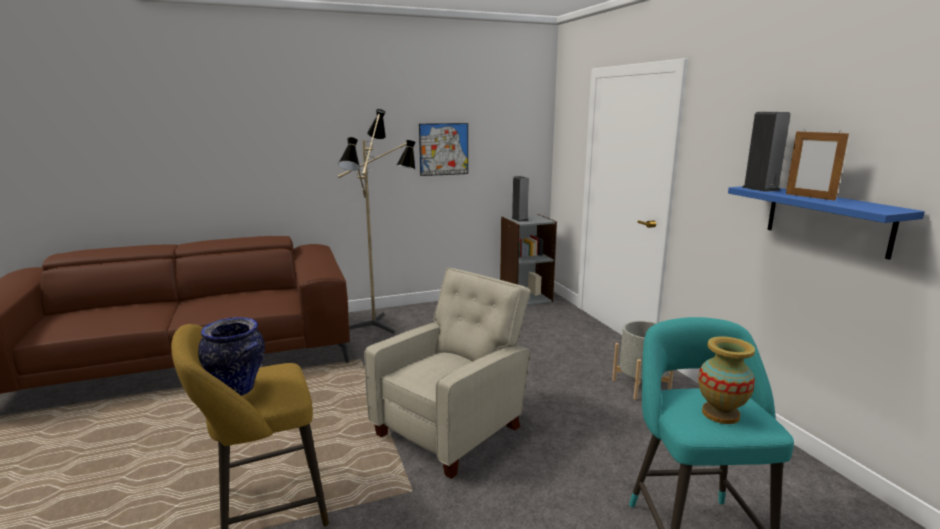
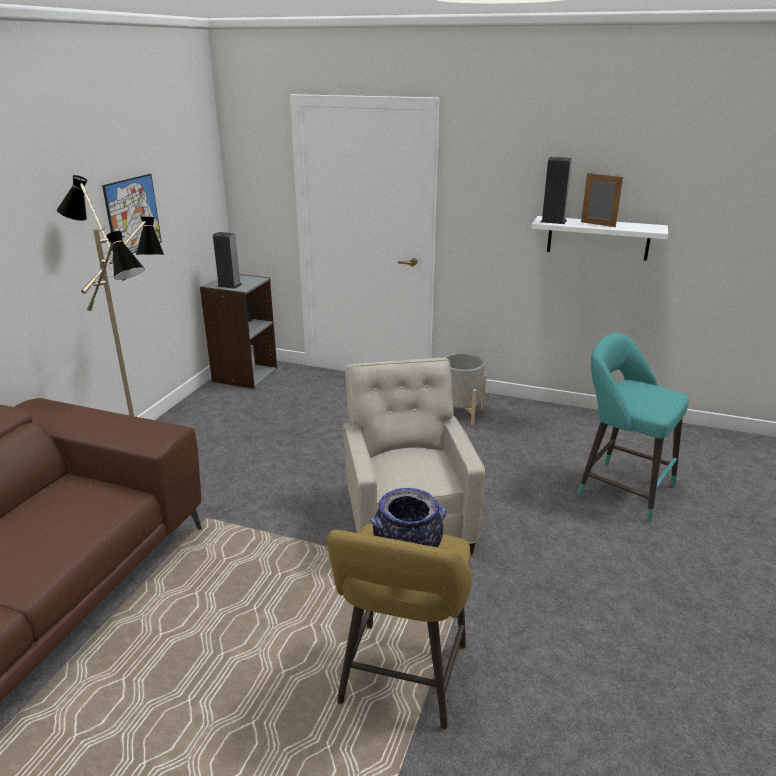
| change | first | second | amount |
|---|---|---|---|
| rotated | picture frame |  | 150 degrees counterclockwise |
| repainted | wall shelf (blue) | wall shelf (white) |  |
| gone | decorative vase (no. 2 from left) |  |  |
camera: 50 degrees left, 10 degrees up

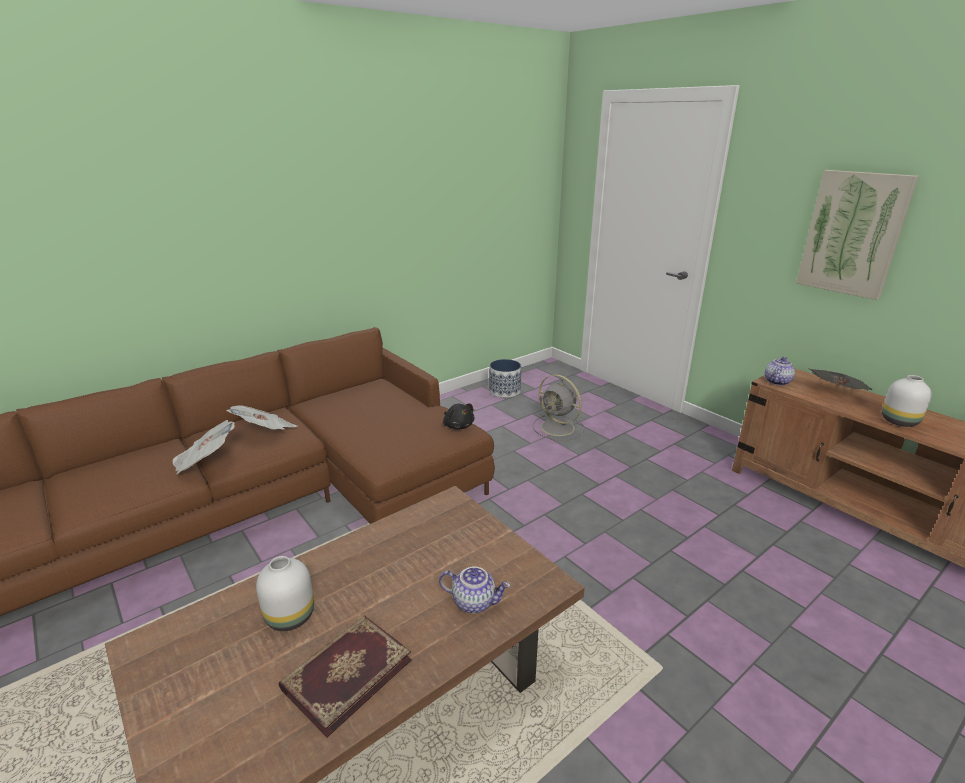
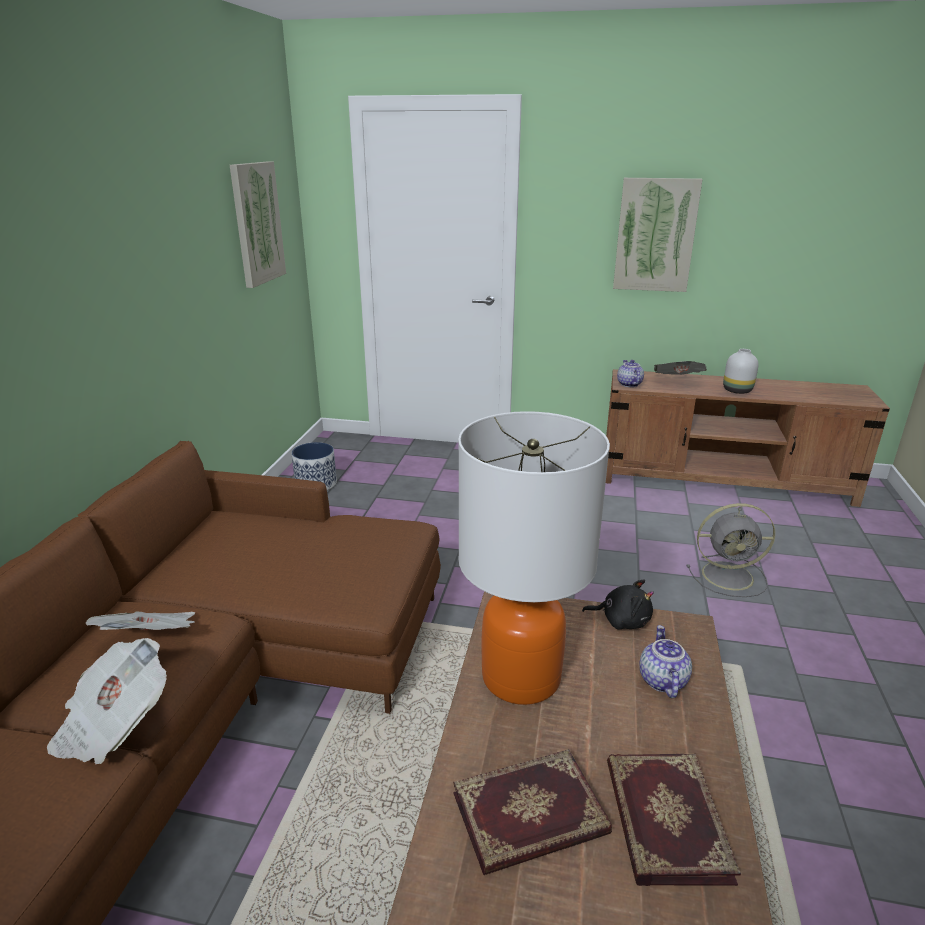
| change | first | second | amount |
|---|---|---|---|
| shifted | cooling fan (grey) |  |  |
| shifted | soft toy (black-coloured) |  |  |
| swapped | decorative vase (white) (no. 1 from left) | bound book (no. 1 from left) |  |
| rotated | tea pot (no. 1 from left in the first image) | tea pot (no. 2 from left) | 60 degrees counterclockwise |
| new |  | picture (no. 1 from left) |  |
| new |  | lamp for a table |  |
camera: 40 degrees left, 0 degrees up

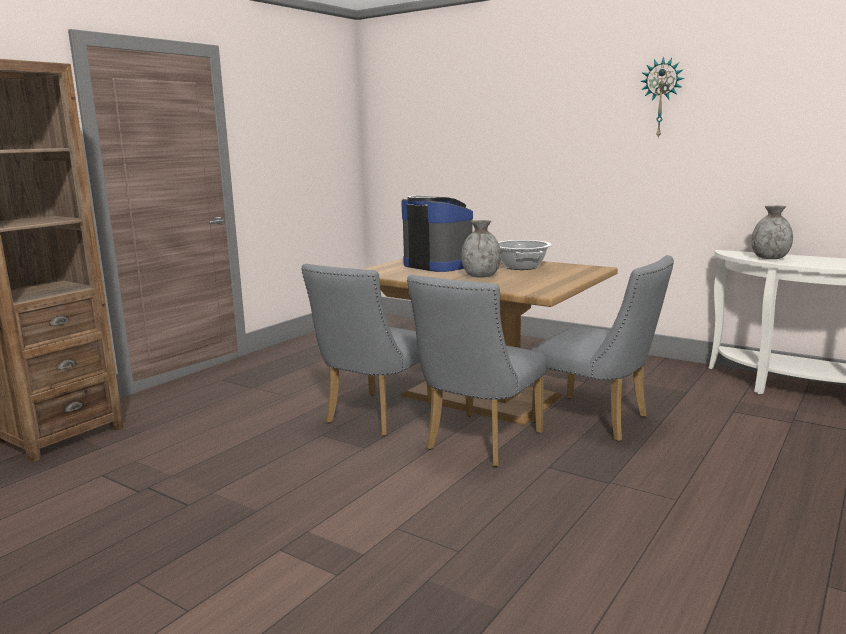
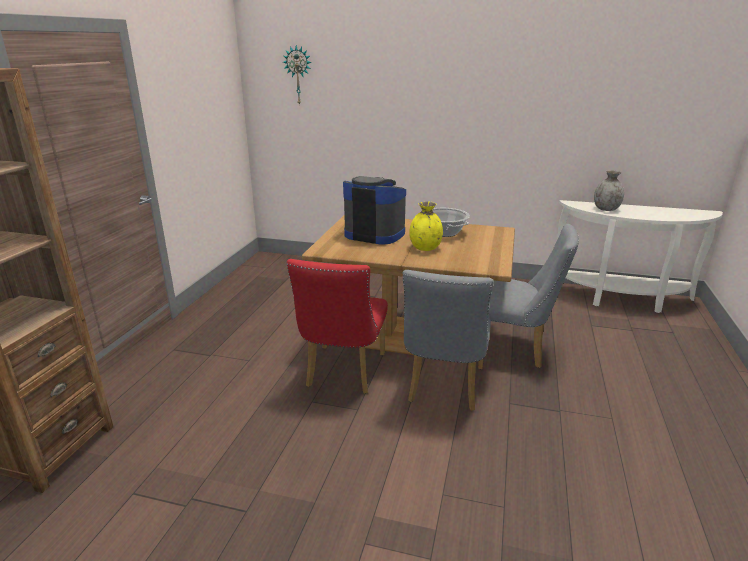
| change | first | second | amount |
|---|---|---|---|
| shifted | wall clock |  |  |
| repainted | decorative vase (grey) (no. 1 from left) | decorative vase (yellow-coloured) |  |
| repainted | chair (grey) (no. 1 from left) | chair (reddish) |  |
camera: 20 degrees left, 10 degrees up

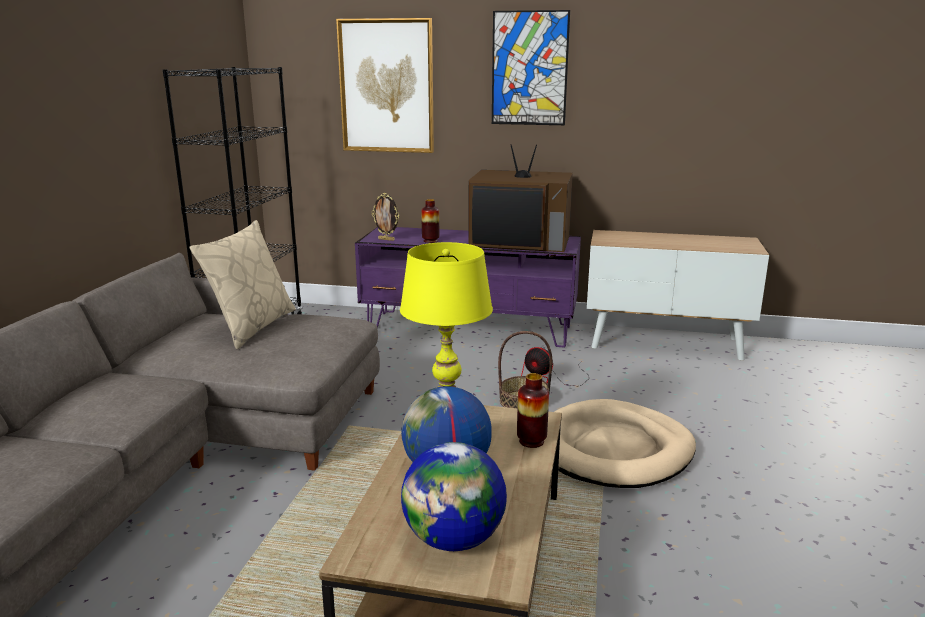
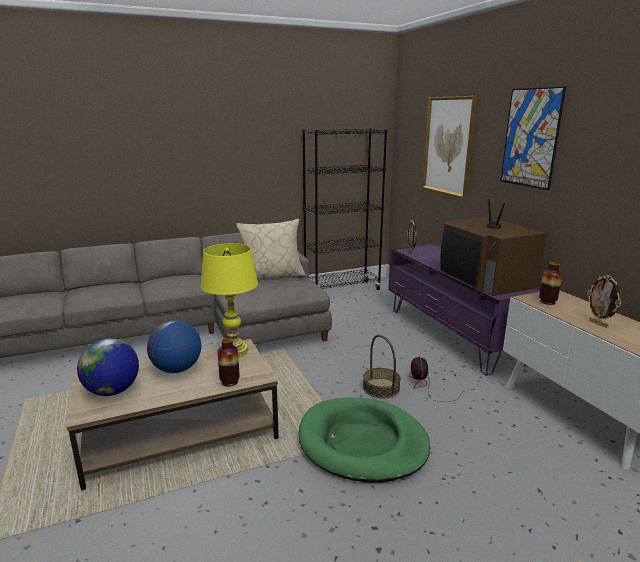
| change | first | second | amount |
|---|---|---|---|
| shifted | decorative vase (no. 1 from left in the first image) | decorative vase (no. 2 from left) |  |
| repainted | dog bed (beige-coloured) | dog bed (green-coloured) |  |
| new |  | picture frame (no. 2 from left) |  |
camera: 55 degrees right, 0 degrees up

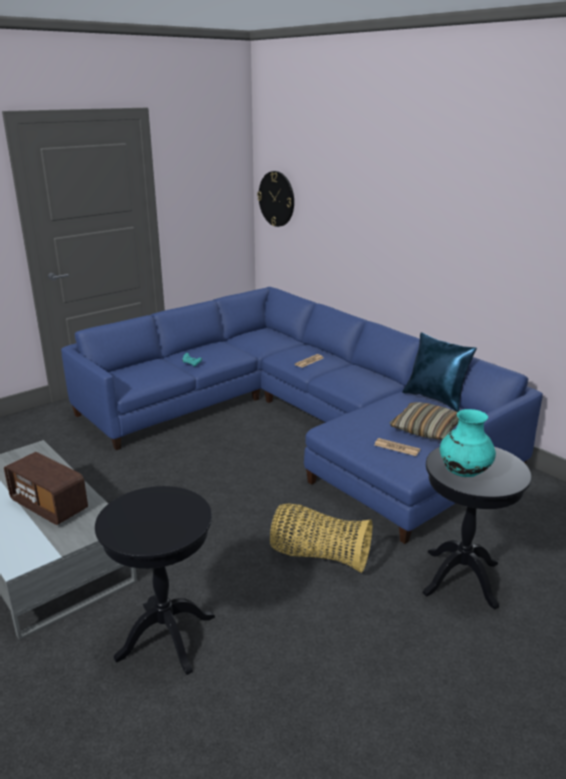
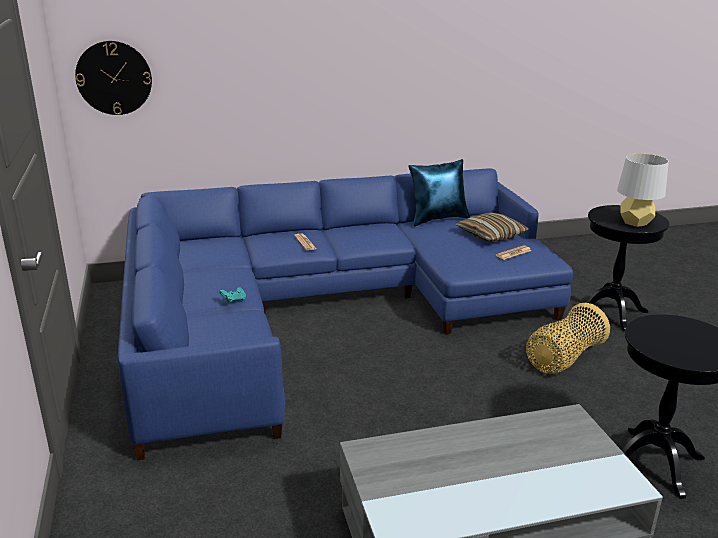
| change | first | second | amount |
|---|---|---|---|
| swapped | decorative vase (turquoise) | lamp for a table (grey) |  |
| gone | radio |  |  |
camera: 65 degrees left, 0 degrees up

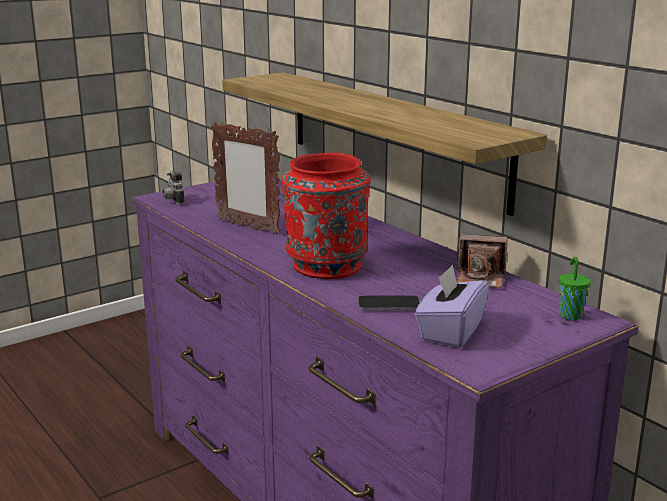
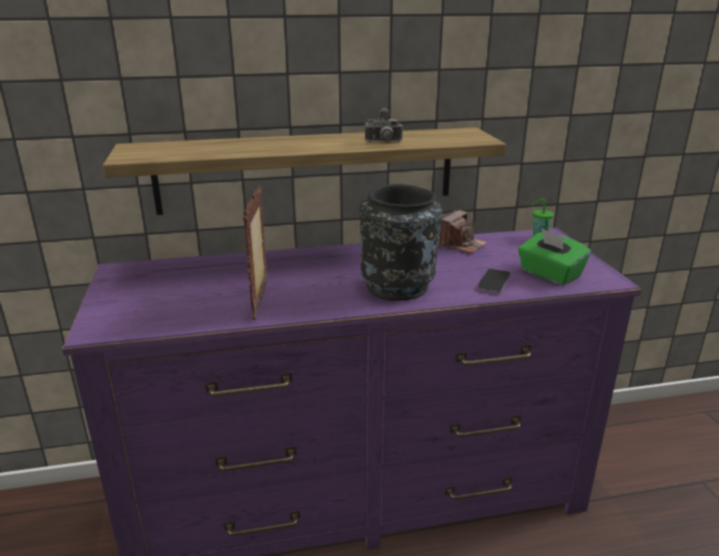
| change | first | second | amount |
|---|---|---|---|
| rotated | picture frame |  | 120 degrees clockwise |
| repainted | decorative vase (reddish) | decorative vase (black-coloured) |  |
| shifted | photo camera (no. 1 from left) |  |  |
| repainted | tissue holder (purplish) | tissue holder (green-coloured) |  |
camera: 65 degrees left, 5 degrees up

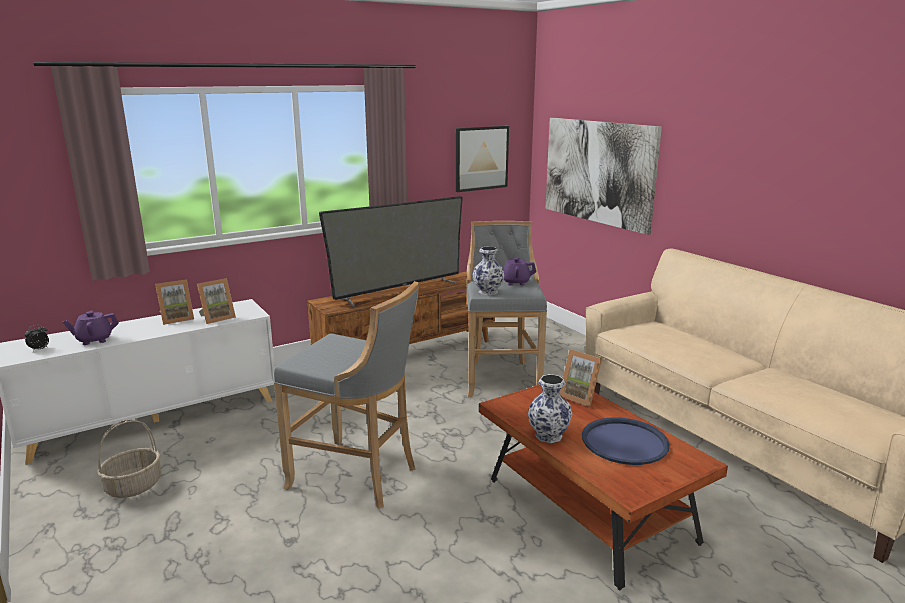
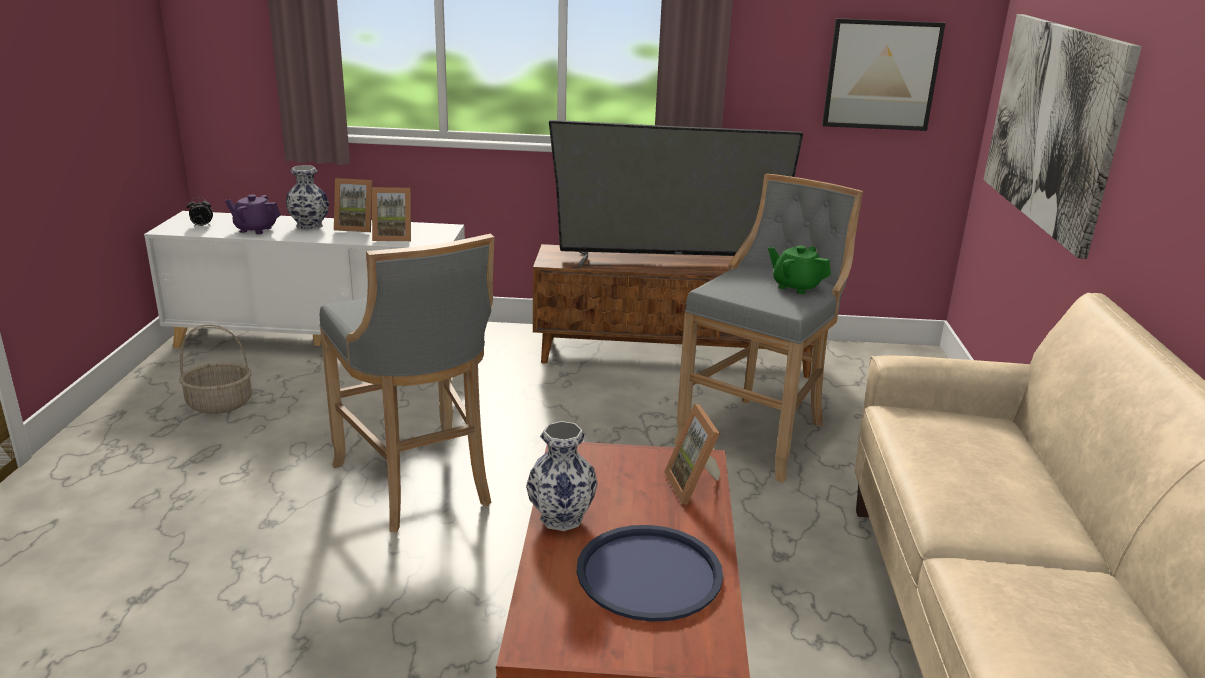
| change | first | second | amount |
|---|---|---|---|
| shifted | decorative vase (no. 1 from left) |  |  |
| repainted | tea pot (purplish) (no. 2 from left) | tea pot (green-coloured) |  |
camera: 35 degrees right, 5 degrees up

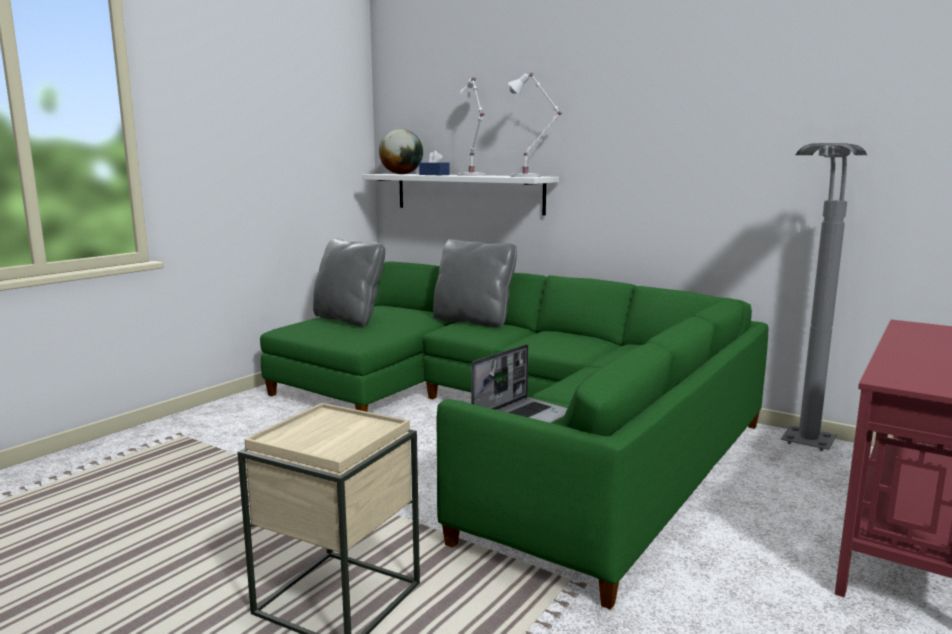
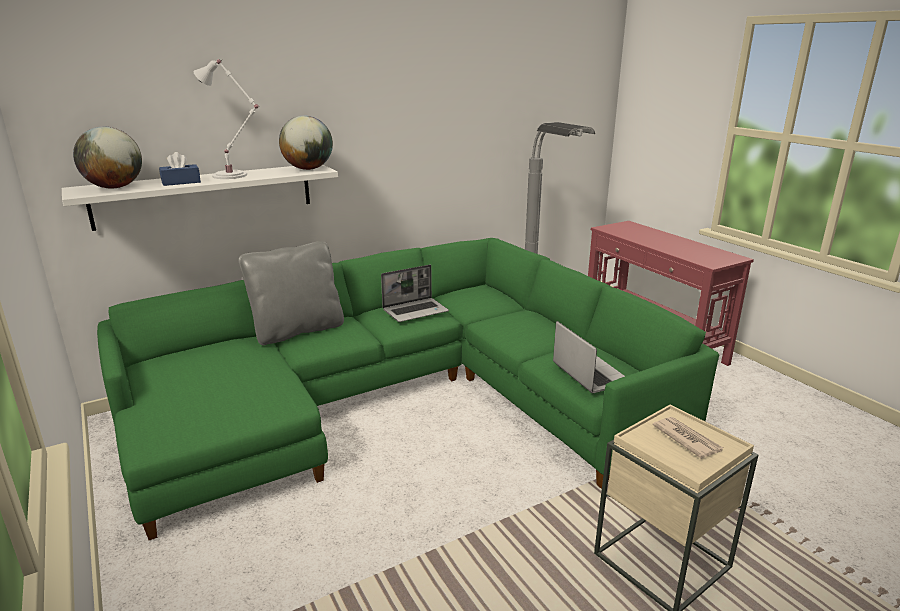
| change | first | second | amount |
|---|---|---|---|
| swapped | lamp for a table (white) (no. 2 from left) | world globe (no. 2 from left) |  |
| gone | throw pillow (grey) (no. 1 from left) |  |  |
| new |  | laptop (no. 1 from left) |  |
| new |  | daily paper |  |
camera: 65 degrees left, 10 degrees up

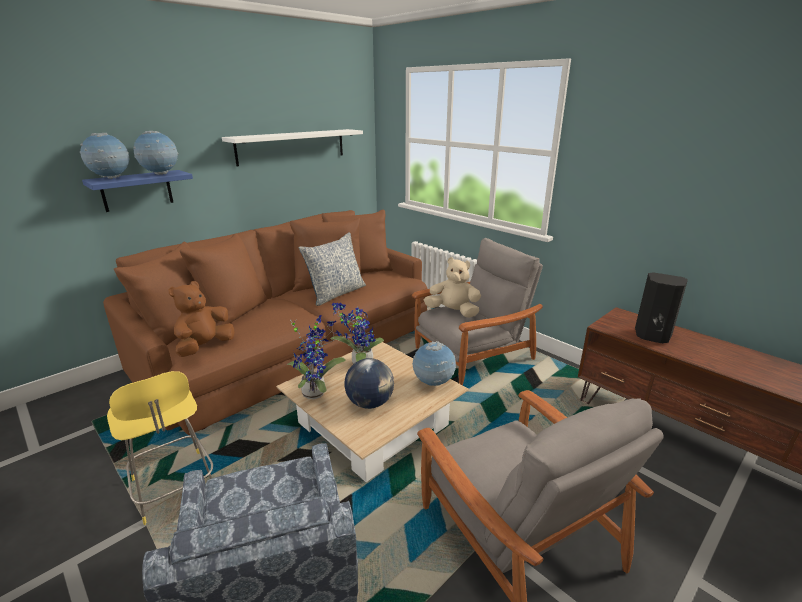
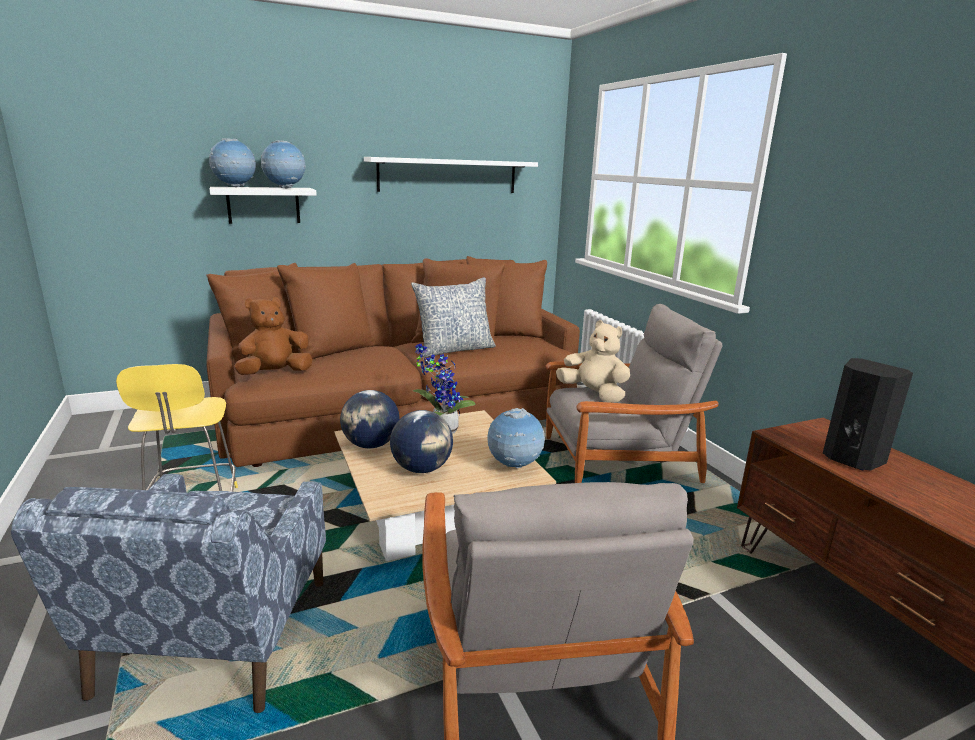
| change | first | second | amount |
|---|---|---|---|
| repainted | wall shelf (blue) | wall shelf (white) (no. 1 from left) |  |
| swapped | potted plant (no. 1 from left) | world globe (no. 3 from left) |  |
camera: 20 degrees right, 5 degrees down

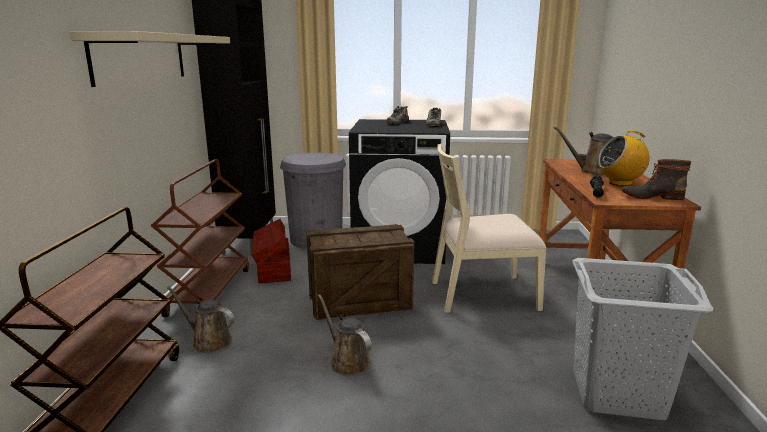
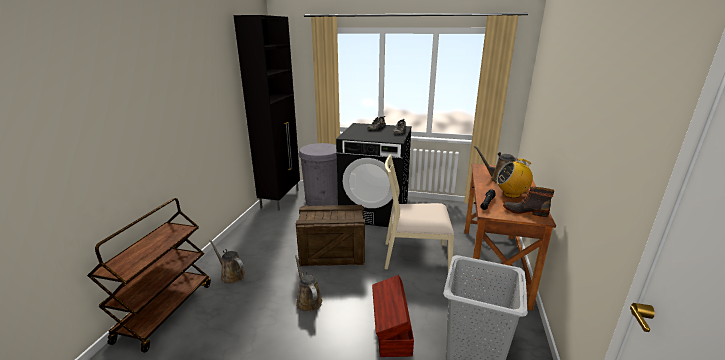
| change | first | second | amount |
|---|---|---|---|
| gone | wall shelf (beige-coloured) |  |  |
| gone | trolley (brownish) (no. 2 from left) |  |  |
| shifted | storage box (brownish) |  |  |
camera: 10 degrees right, 5 degrees up

